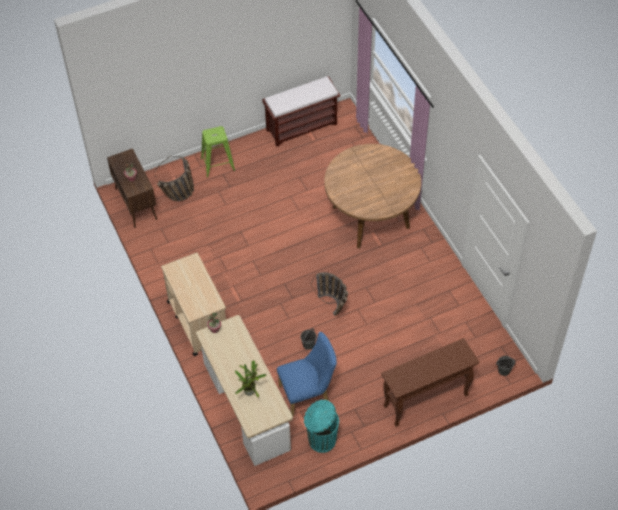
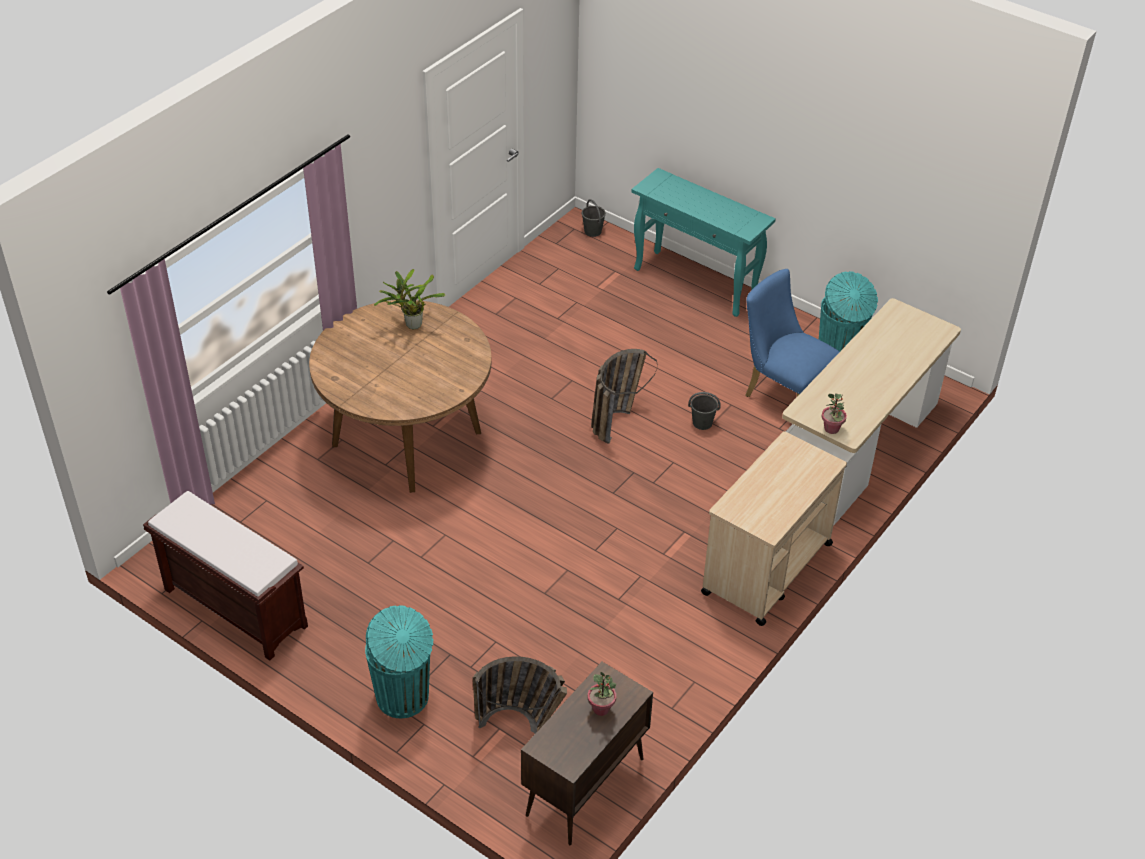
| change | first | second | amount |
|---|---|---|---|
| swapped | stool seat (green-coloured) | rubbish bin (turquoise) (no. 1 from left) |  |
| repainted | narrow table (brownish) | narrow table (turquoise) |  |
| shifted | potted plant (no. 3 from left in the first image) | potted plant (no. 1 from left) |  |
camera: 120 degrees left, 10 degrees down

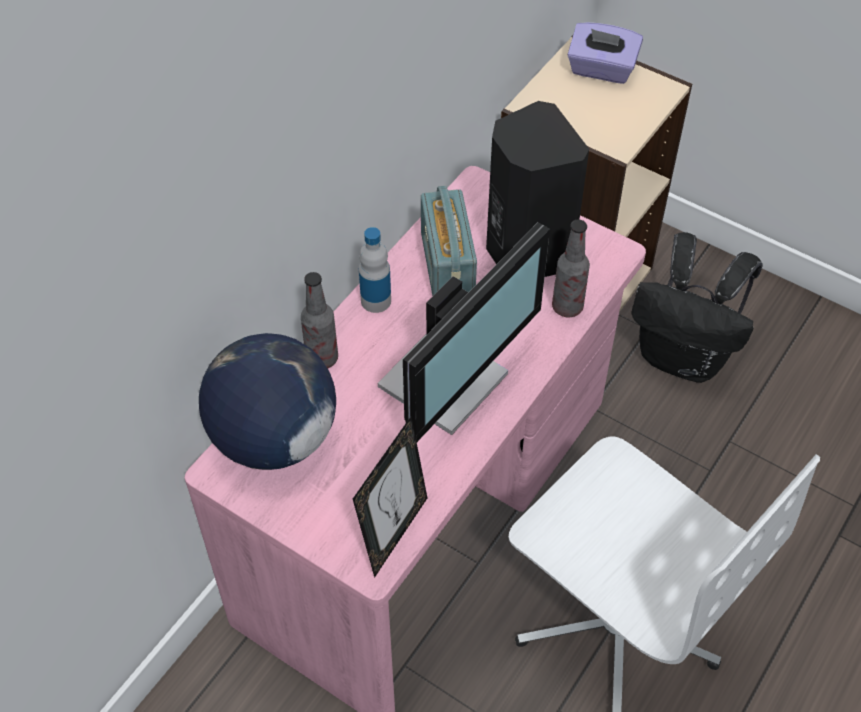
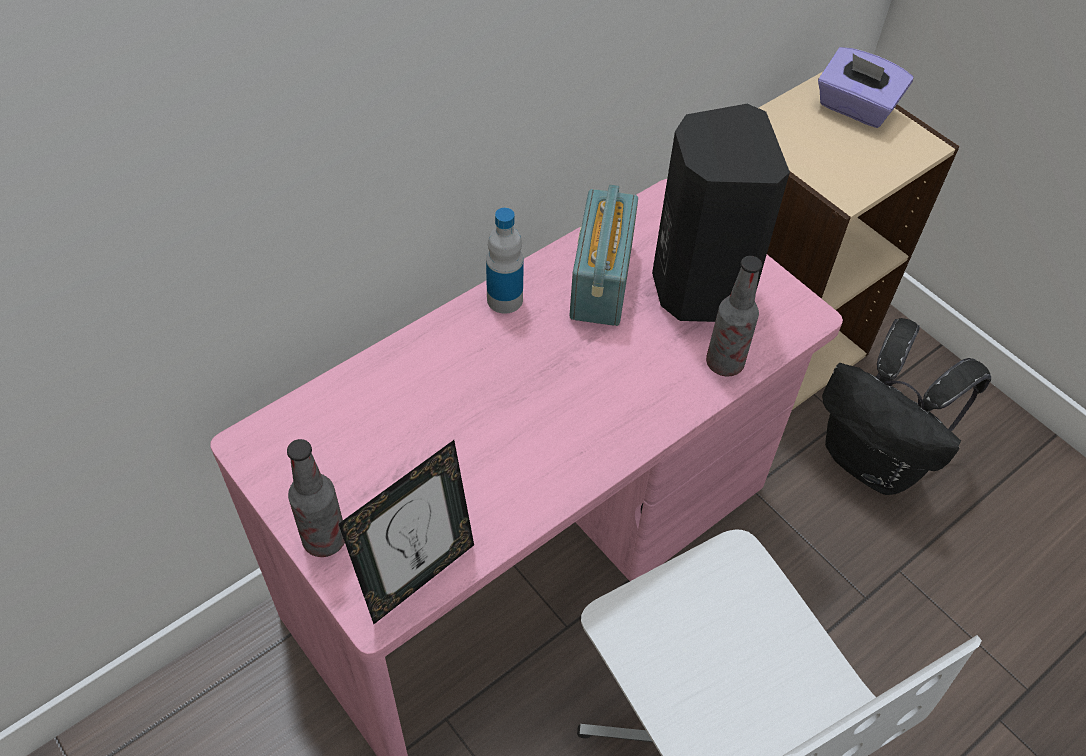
| change | first | second | amount |
|---|---|---|---|
| gone | computer screen |  |  |
| shifted | beverage bottle (no. 1 from left) |  |  |
| gone | world globe |  |  |
camera: 15 degrees right, 0 degrees up

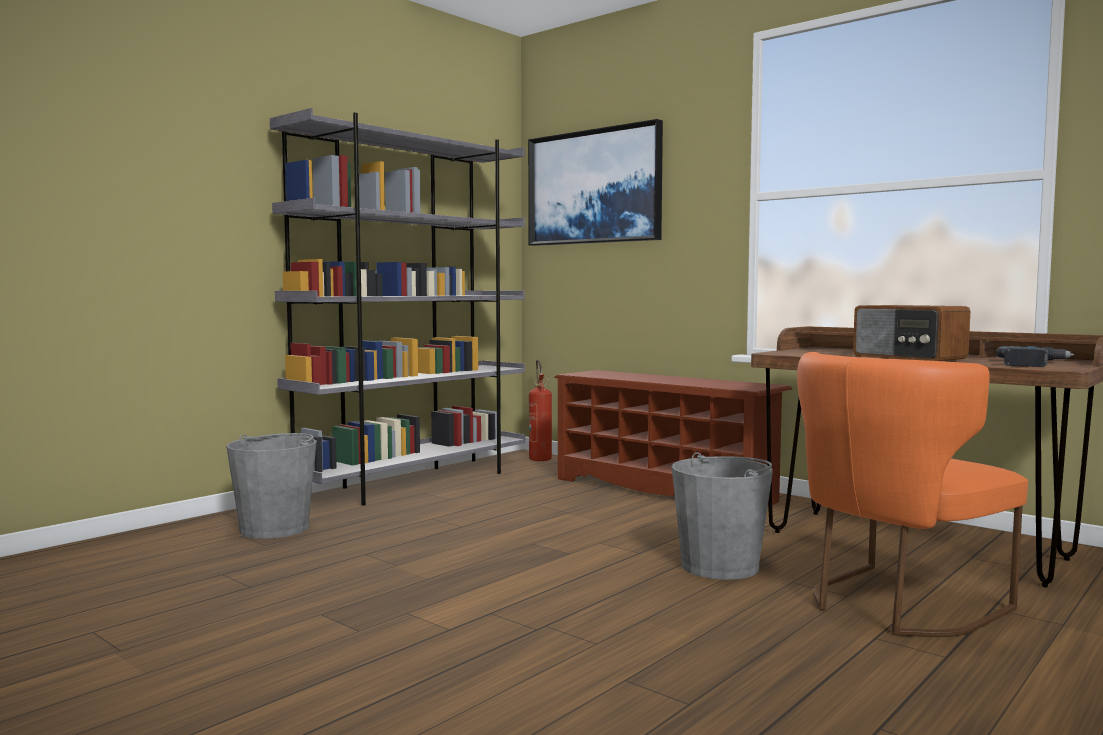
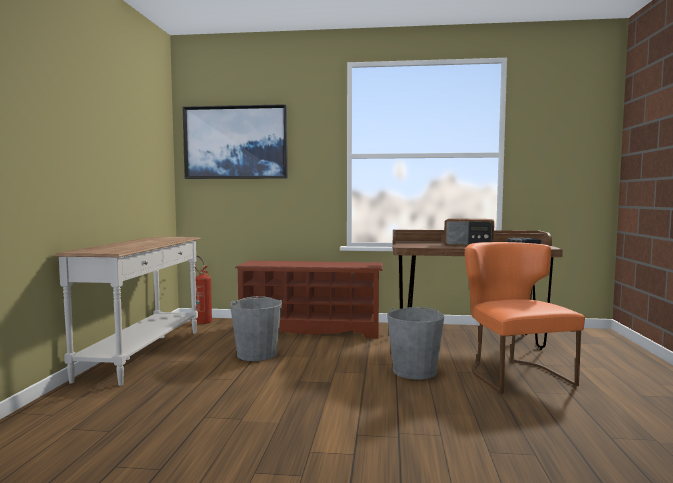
| change | first | second | amount |
|---|---|---|---|
| swapped | shelving unit (grey) | narrow table (white) |  |
| rotated | chair (orange-coloured) |  | 150 degrees clockwise |
| shifted | bucket (grey) (no. 1 from left) |  |  |
camera: 35 degrees left, 0 degrees up

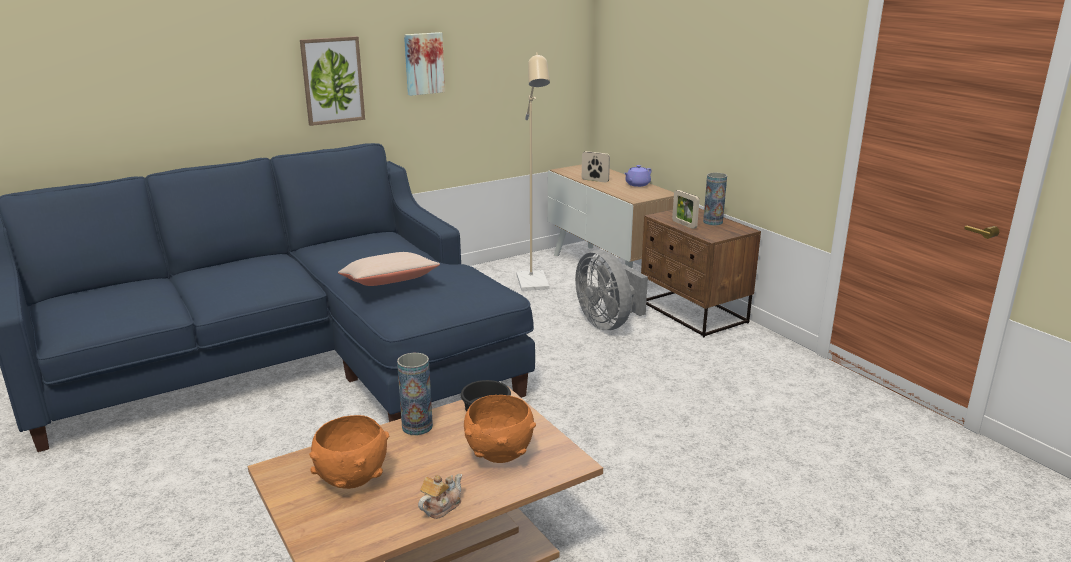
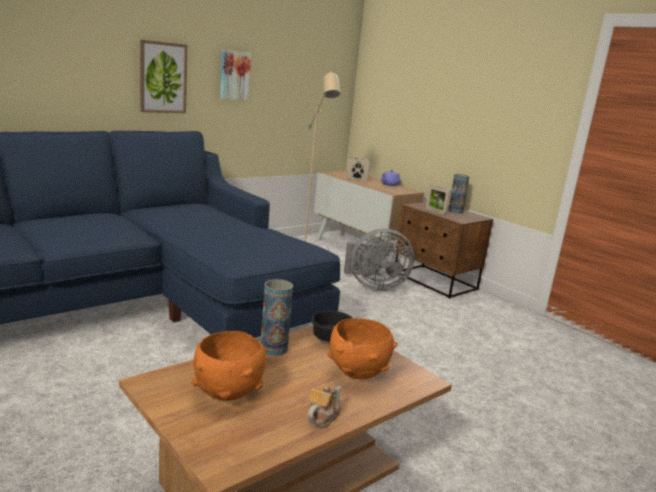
| change | first | second | amount |
|---|---|---|---|
| rotated | cooling fan (grey) |  | 60 degrees counterclockwise |
| gone | throw pillow (beige-coloured) |  |  |
camera: 10 degrees left, 5 degrees down

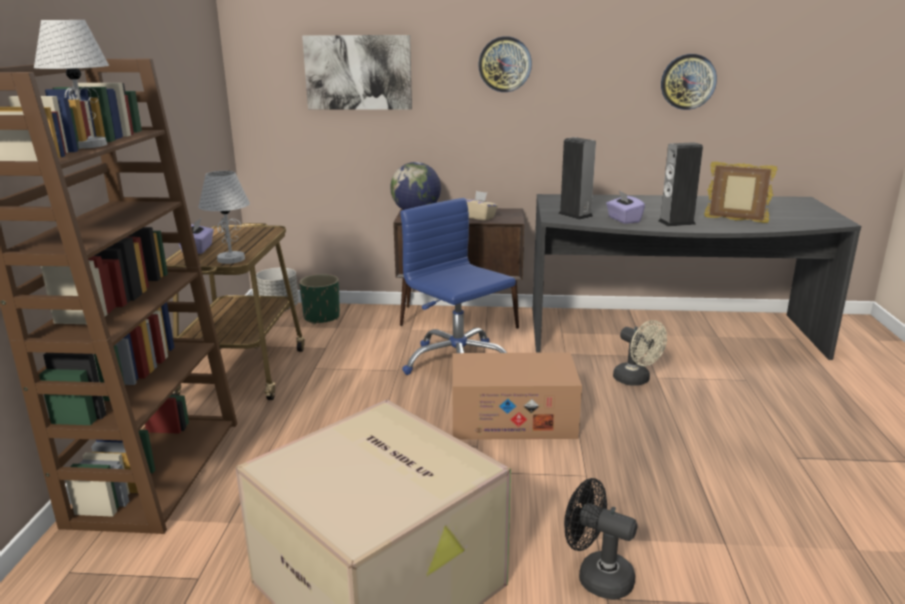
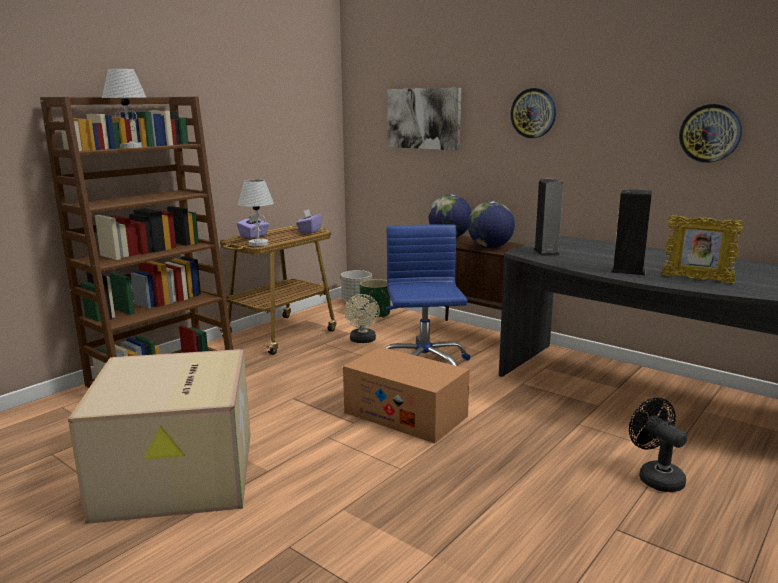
| change | first | second | amount |
|---|---|---|---|
| rotated | picture frame |  | 150 degrees clockwise |
| swapped | tissue holder (beige-coloured) | world globe (no. 2 from left) |  |
| shifted | tissue holder (purplish) (no. 2 from left) |  |  |
| shifted | cooling fan (beige-coloured) |  |  |
| shifted | cooling fan (black-coloured) |  |  |
camera: 35 degrees right, 5 degrees down

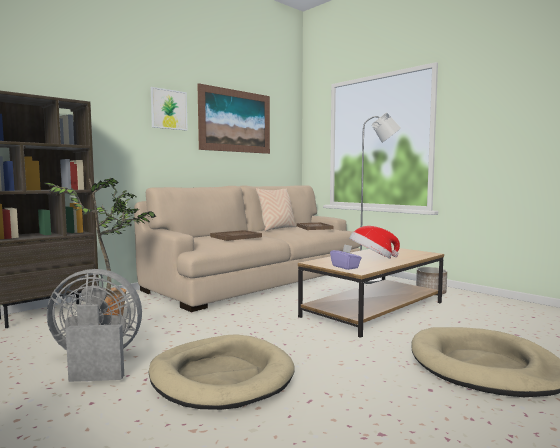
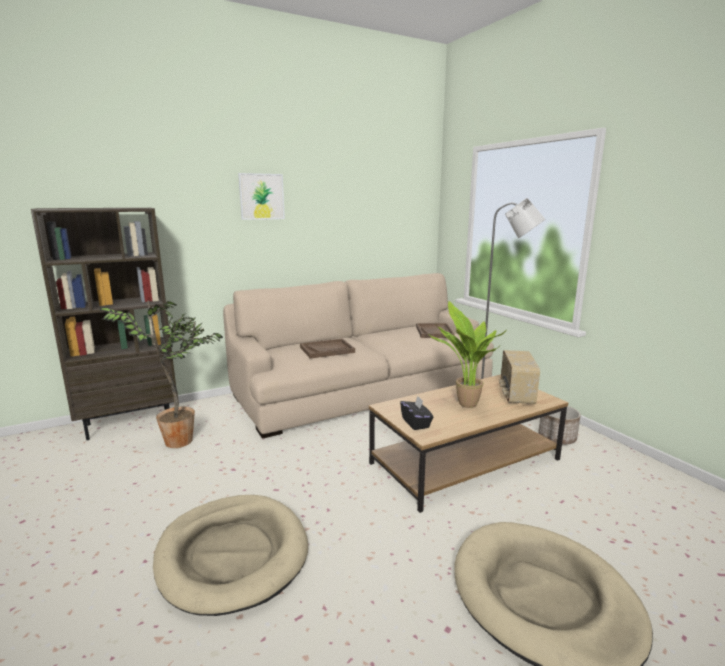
| change | first | second | amount |
|---|---|---|---|
| gone | picture (no. 2 from left) |  |  |
| gone | throw pillow (beige-coloured) |  |  |
| swapped | wearable hat | potted plant (no. 2 from left) |  |
| repainted | tissue holder (purplish) | tissue holder (black-coloured) |  |
| gone | cooling fan (grey) |  |  |
| new |  | radio |  |
camera: 15 degrees right, 10 degrees up

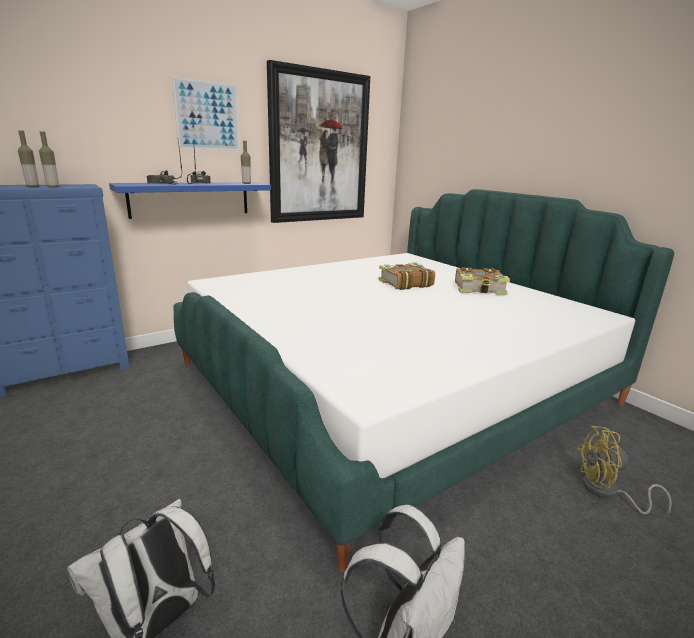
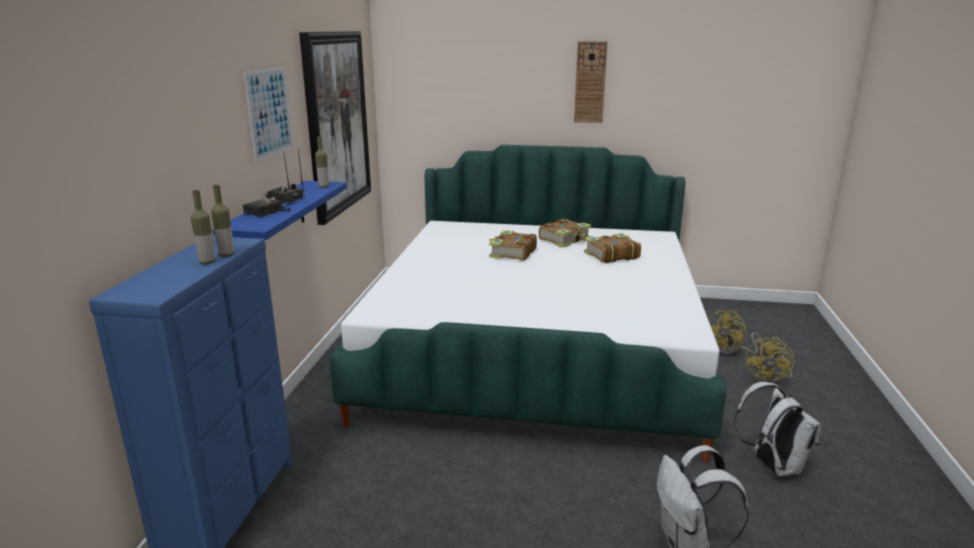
| change | first | second | amount |
|---|---|---|---|
| new |  | wall clock |  |
| new |  | bound book (no. 3 from left) |  |
| new |  | cooling fan (yellow-coloured) (no. 2 from left) |  |
camera: 45 degrees left, 0 degrees up

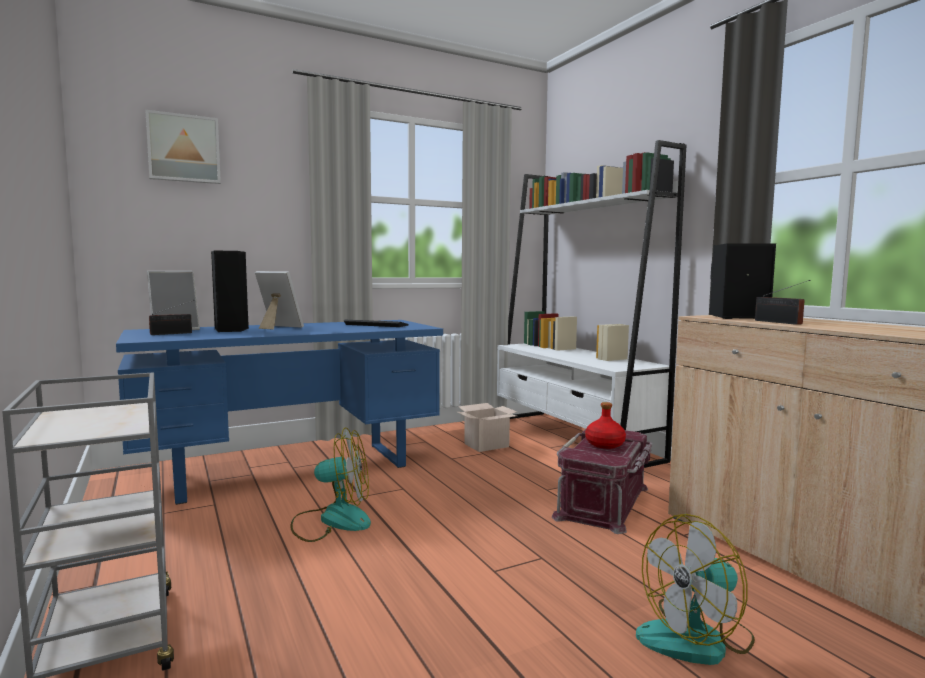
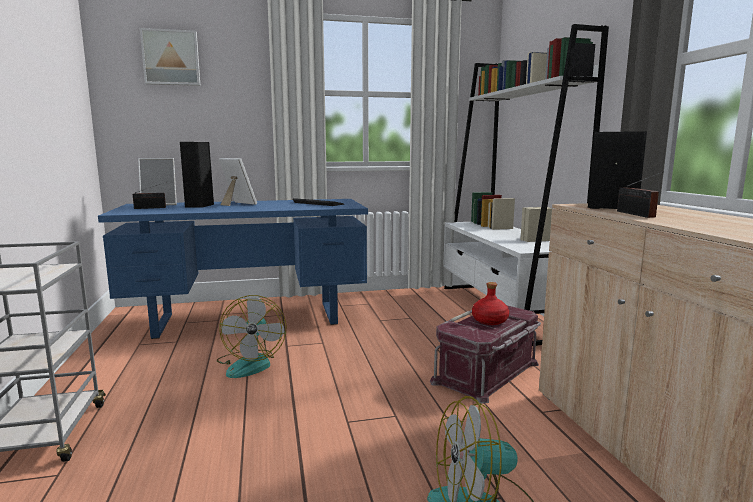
| change | first | second | amount |
|---|---|---|---|
| gone | cardboard box |  |  |
| rotated | cooling fan (no. 1 from left) |  | 75 degrees clockwise |
camera: 15 degrees right, 5 degrees up

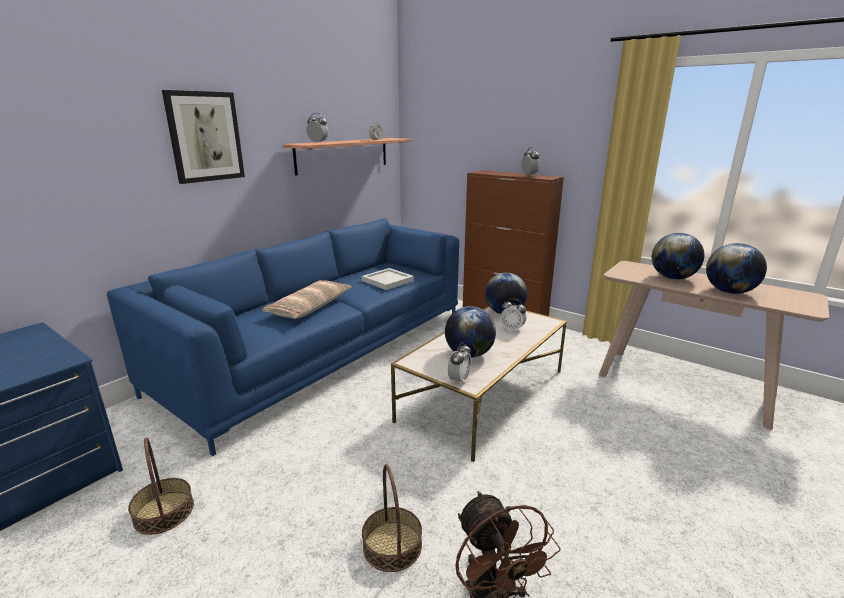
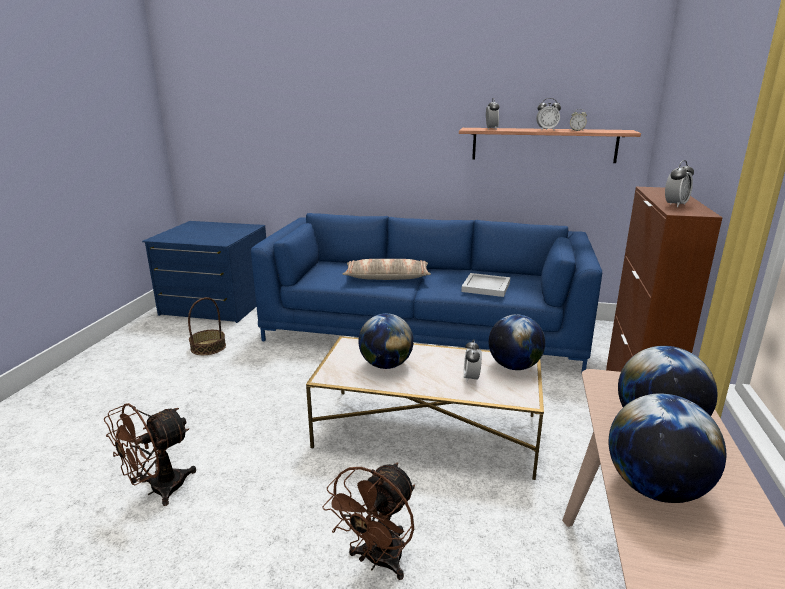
| change | first | second | amount |
|---|---|---|---|
| gone | picture |  |  |
| shifted | table clock (no. 3 from left) |  |  |
| gone | basket (no. 2 from left) |  |  |
| new |  | cooling fan (brownish) (no. 2 from left) |  |
camera: 65 degrees right, 0 degrees up

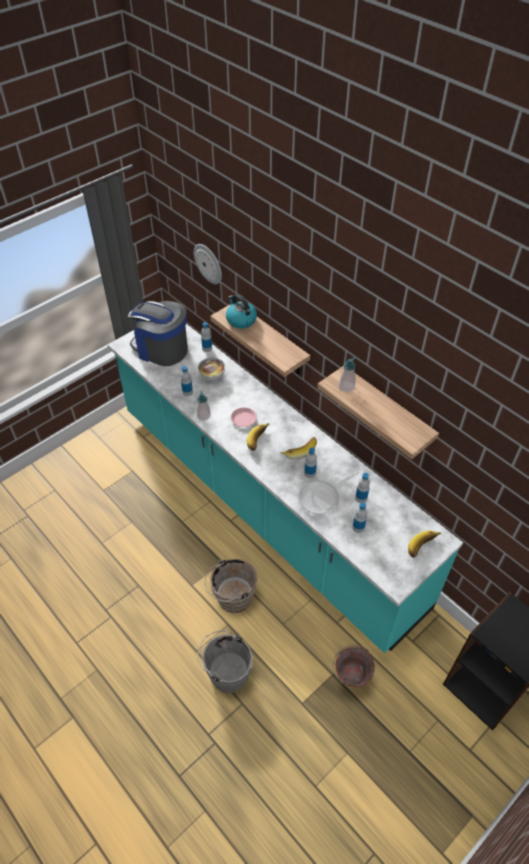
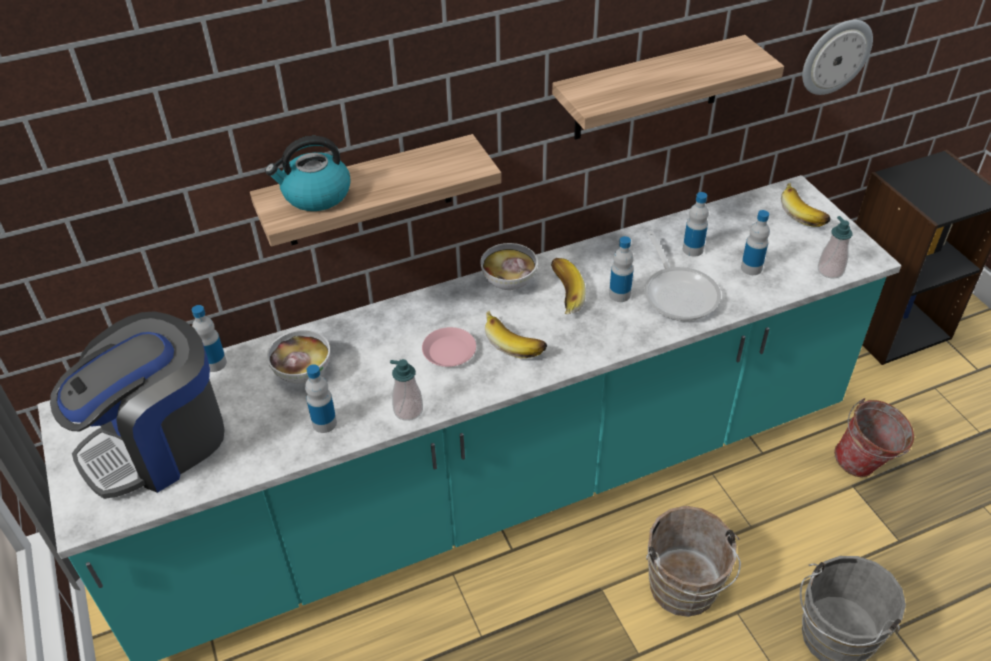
| change | first | second | amount |
|---|---|---|---|
| shifted | wall clock |  |  |
| shifted | soap bottle (no. 2 from left) |  |  |
| new |  | bowl (no. 2 from left) |  |
camera: 70 degrees left, 5 degrees down

